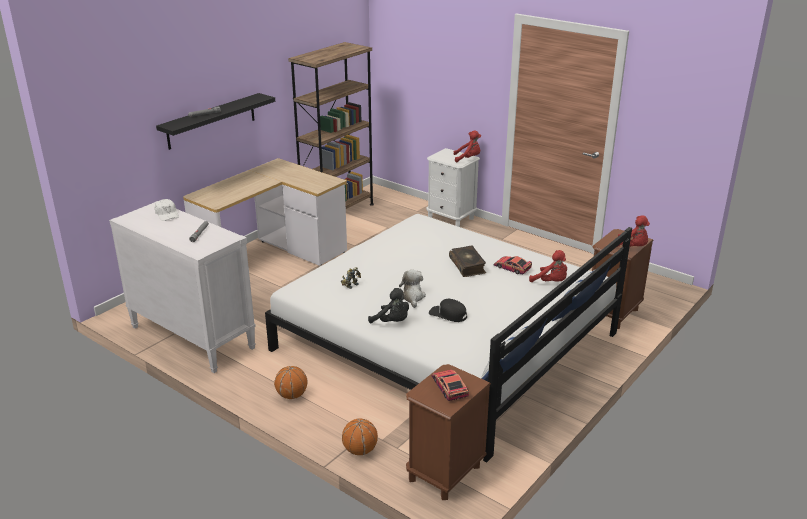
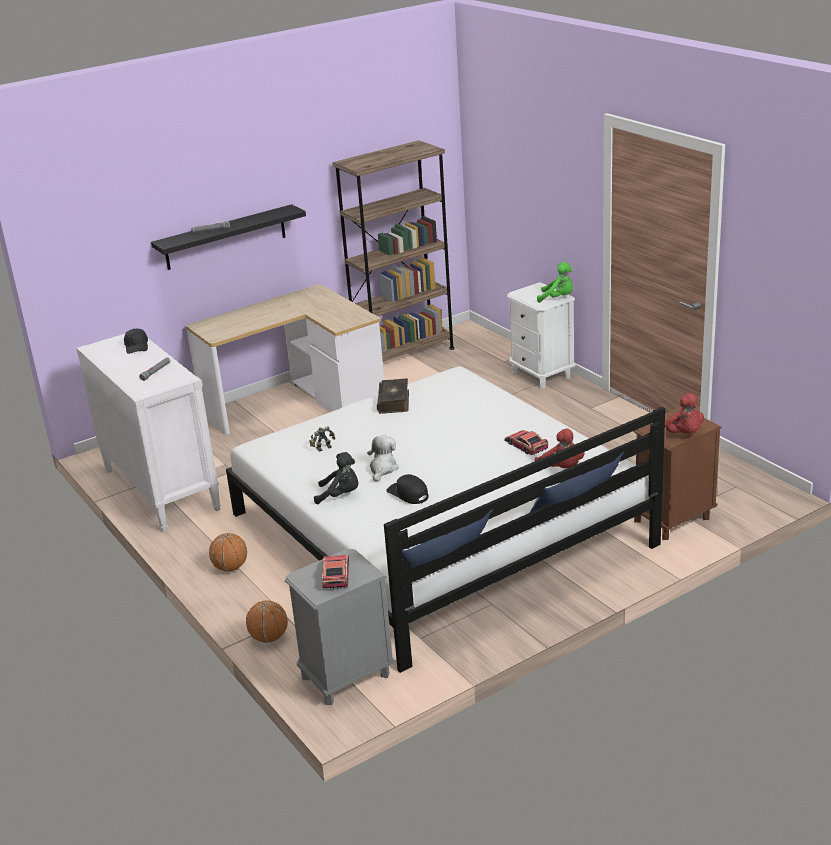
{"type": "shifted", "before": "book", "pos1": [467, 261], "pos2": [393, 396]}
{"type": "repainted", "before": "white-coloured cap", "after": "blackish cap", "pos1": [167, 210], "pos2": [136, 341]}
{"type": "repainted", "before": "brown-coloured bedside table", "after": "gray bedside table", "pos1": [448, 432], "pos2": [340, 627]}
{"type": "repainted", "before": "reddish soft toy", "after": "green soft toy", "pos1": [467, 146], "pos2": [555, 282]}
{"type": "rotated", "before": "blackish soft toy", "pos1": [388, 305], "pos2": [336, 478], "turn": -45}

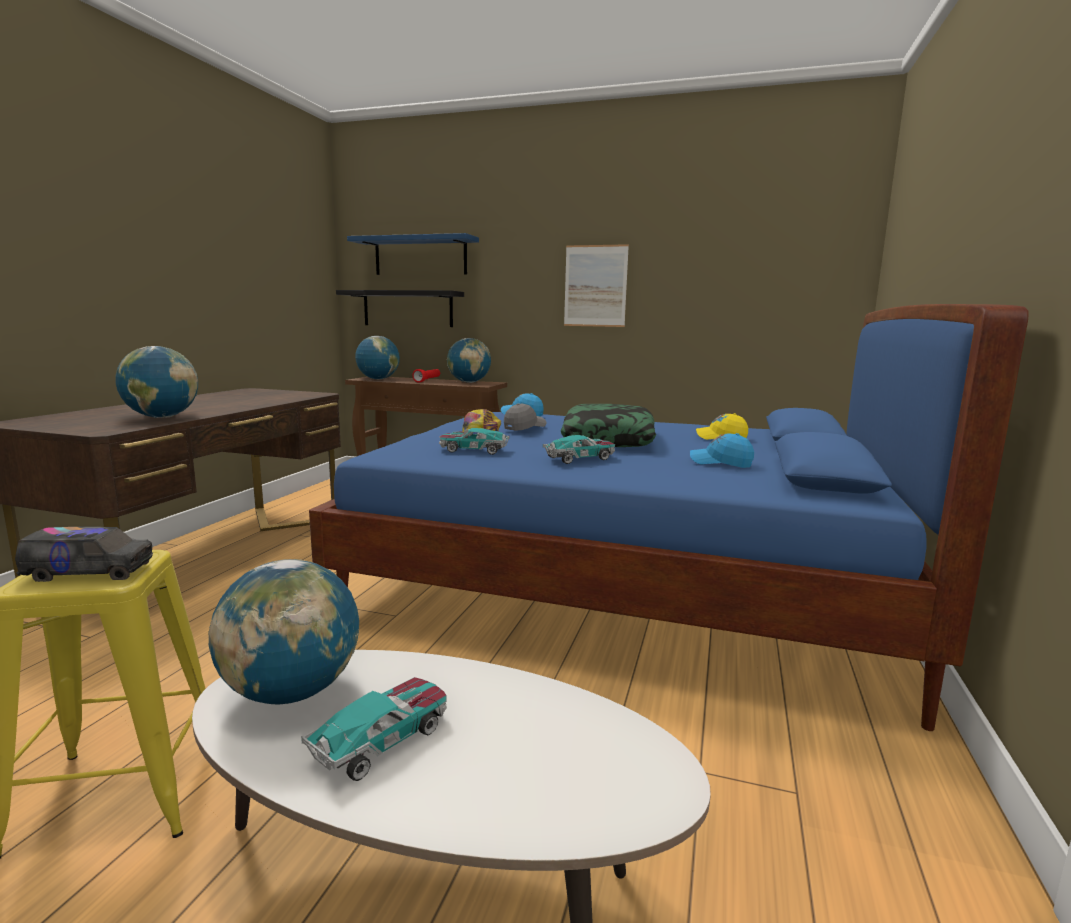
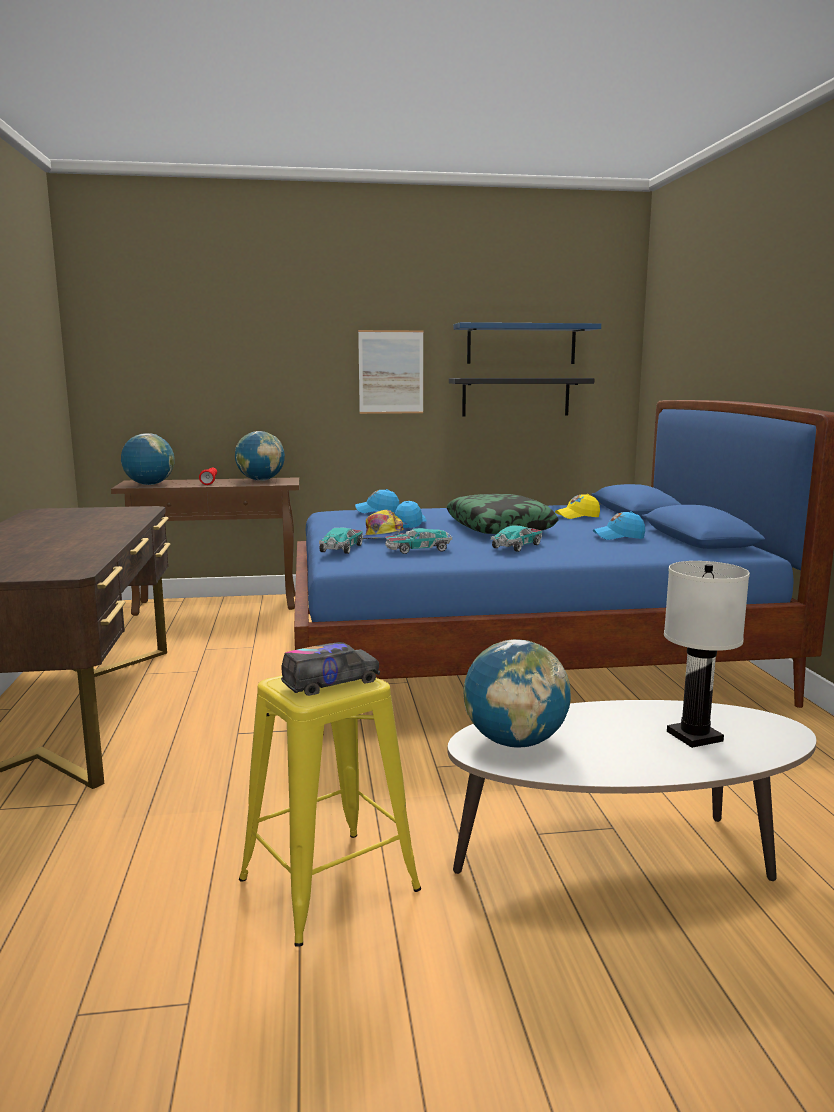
{"type": "gone", "before": "globe", "pos1": [156, 382]}
{"type": "new", "after": "white-coloured table lamp", "pos2": [707, 654]}
{"type": "shifted", "before": "model car", "pos1": [374, 729], "pos2": [341, 540]}
{"type": "shifted", "before": "blackish bracket shelf", "pos1": [400, 308], "pos2": [521, 397]}
{"type": "shifted", "before": "blue bracket shelf", "pos1": [413, 254], "pos2": [527, 343]}
{"type": "repainted", "before": "gray cap", "after": "blue cap", "pos1": [525, 417], "pos2": [411, 514]}

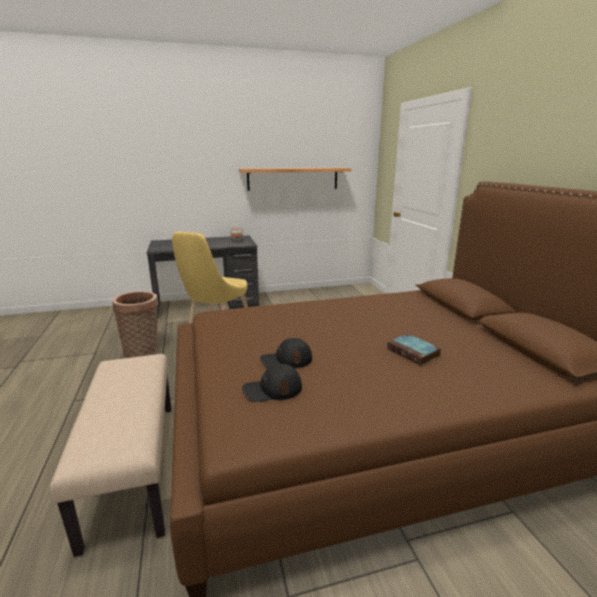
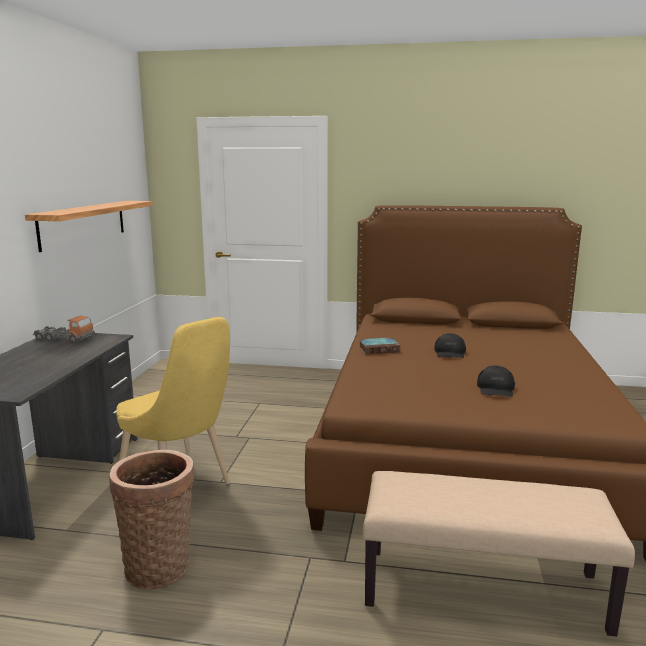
{"type": "shifted", "before": "blackish cap", "pos1": [272, 383], "pos2": [450, 345]}
{"type": "shifted", "before": "book", "pos1": [414, 350], "pos2": [379, 345]}

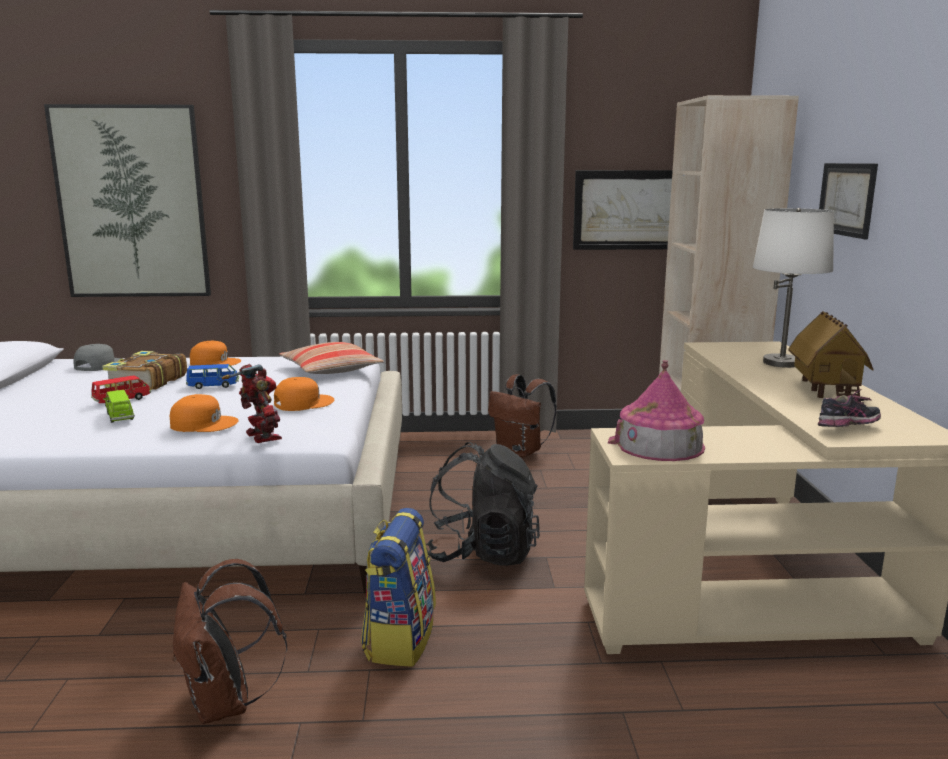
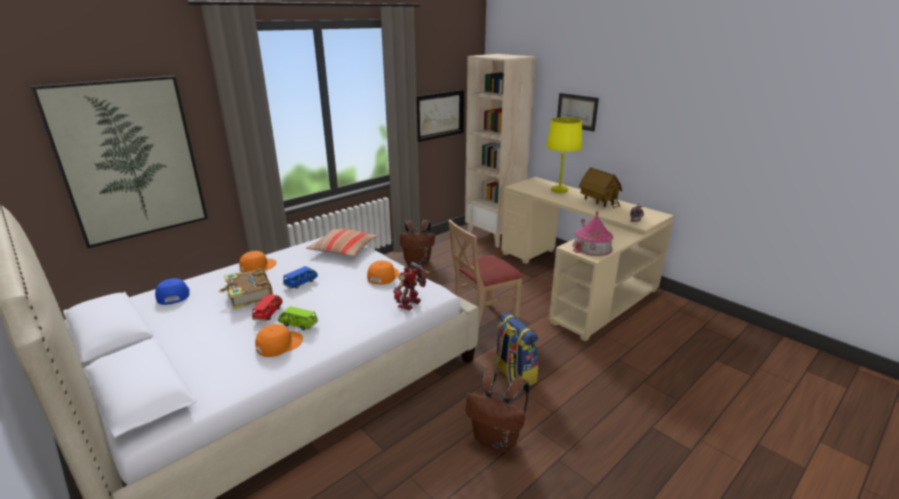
{"type": "shifted", "before": "orange cap", "pos1": [204, 413], "pos2": [279, 340]}
{"type": "swapped", "before": "blackish rucksack", "after": "sand-coloured upright chair", "pos1": [483, 504], "pos2": [486, 272]}
{"type": "repainted", "before": "gray cap", "after": "blue cap", "pos1": [97, 357], "pos2": [172, 291]}
{"type": "repainted", "before": "white-coloured table lamp", "after": "yellowish table lamp", "pos1": [793, 288], "pos2": [564, 155]}
{"type": "rotated", "before": "robot figure", "pos1": [252, 403], "pos2": [411, 286], "turn": -75}

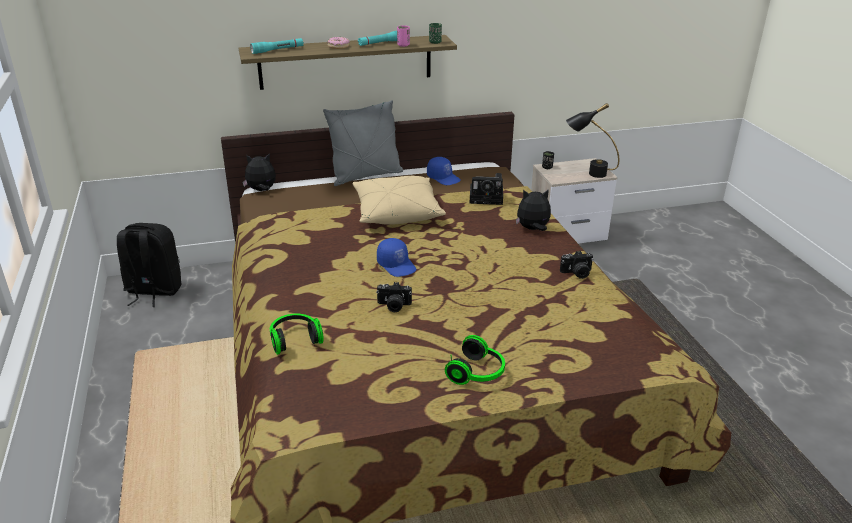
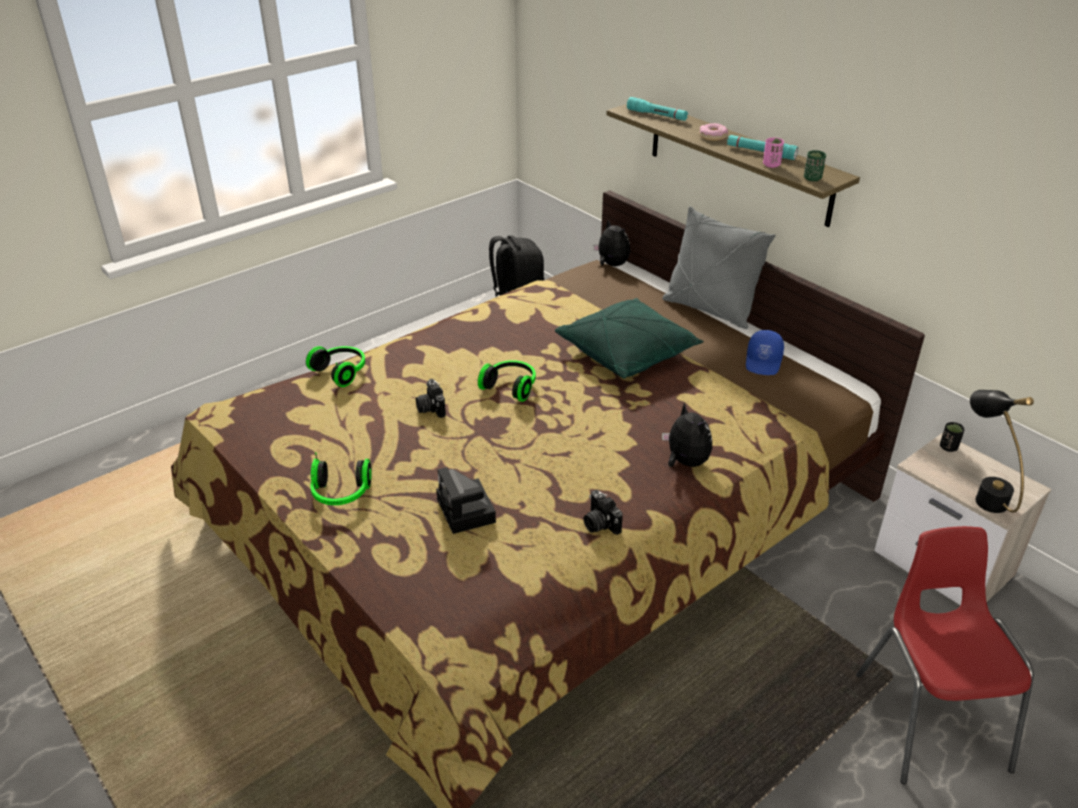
{"type": "new", "after": "reddish upright chair", "pos2": [945, 655]}
{"type": "shifted", "before": "photo camera", "pos1": [486, 189], "pos2": [466, 500]}
{"type": "swapped", "before": "blue cap", "after": "headset", "pos1": [396, 257], "pos2": [507, 381]}
{"type": "repainted", "before": "sand-coloured throw pillow", "after": "green throw pillow", "pos1": [399, 200], "pos2": [629, 338]}

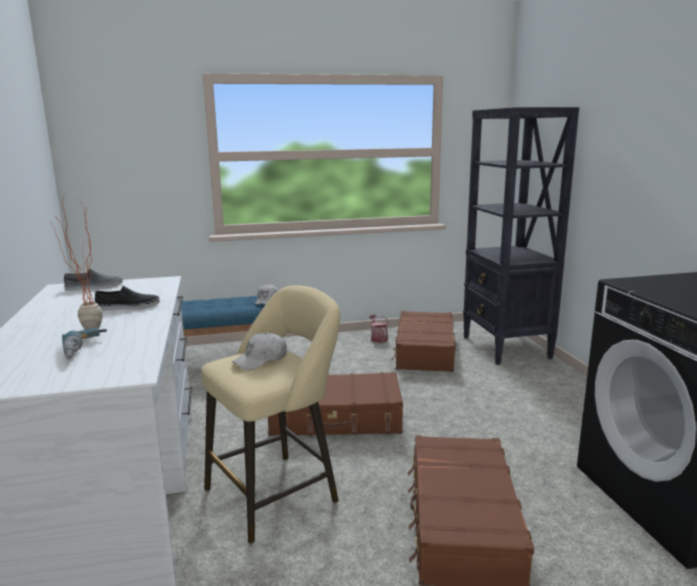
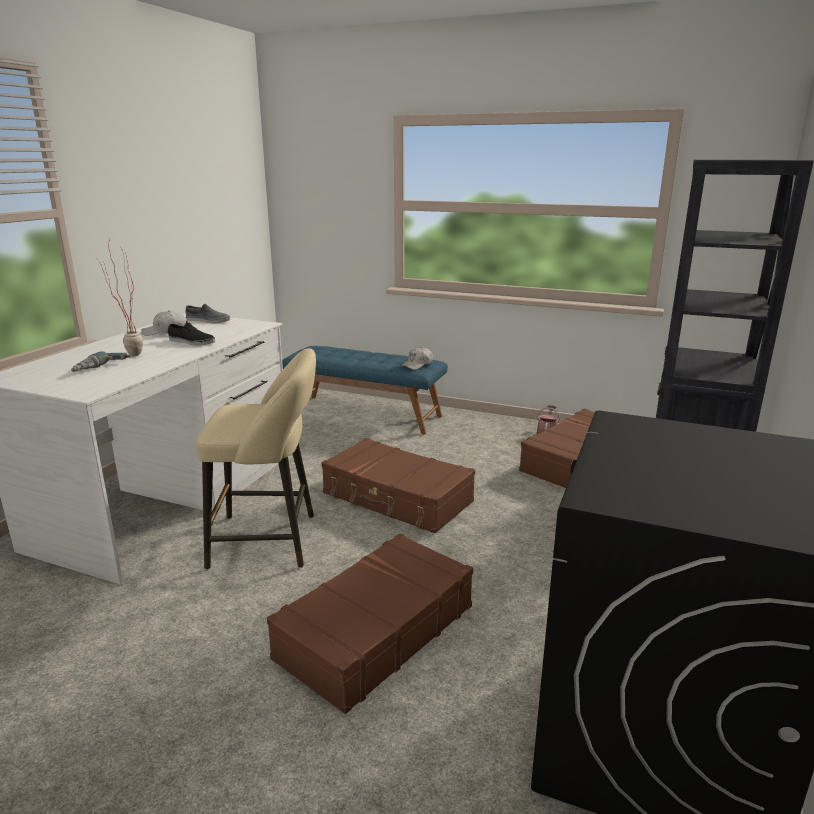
{"type": "shifted", "before": "white-coloured cap", "pos1": [259, 351], "pos2": [164, 323]}

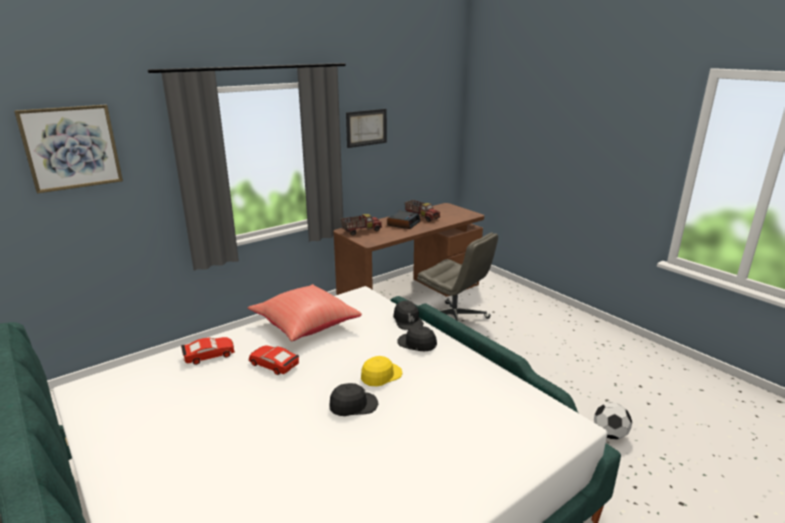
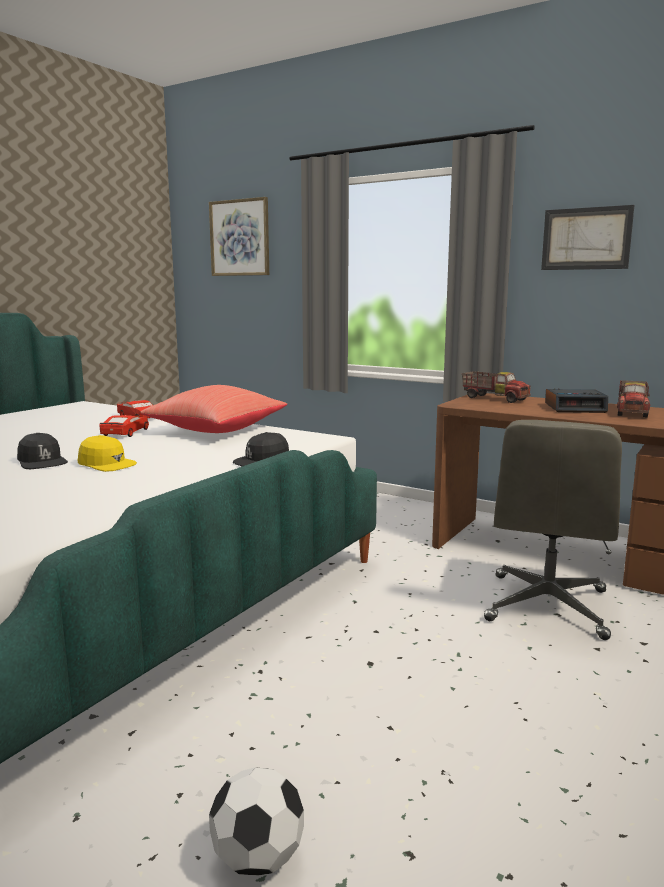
{"type": "gone", "before": "blackish cap", "pos1": [417, 338]}

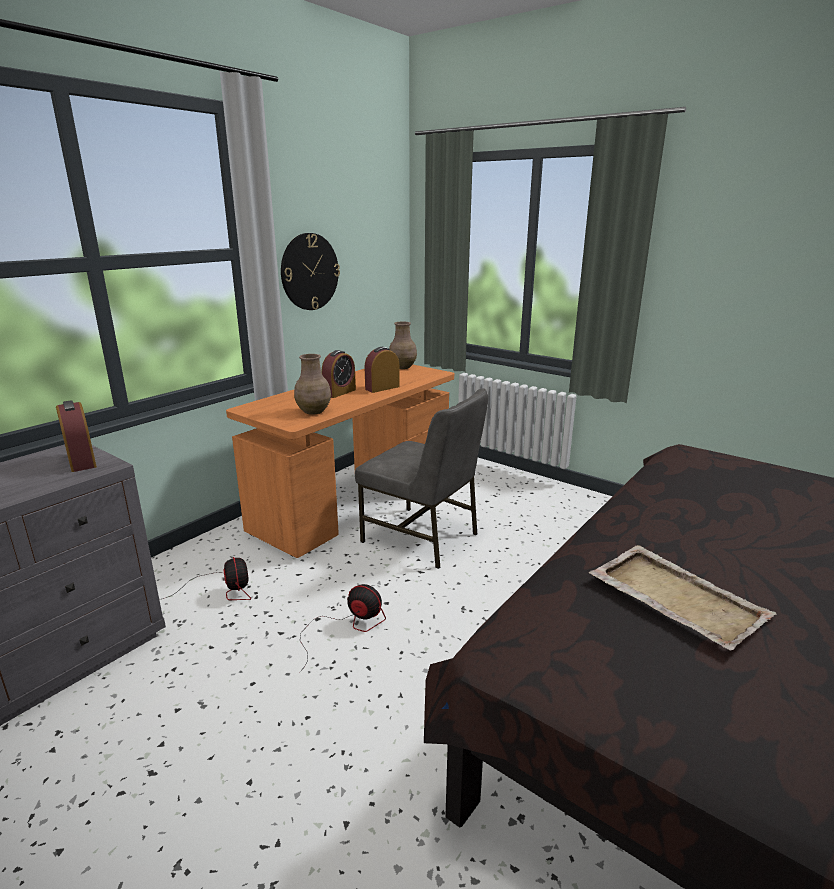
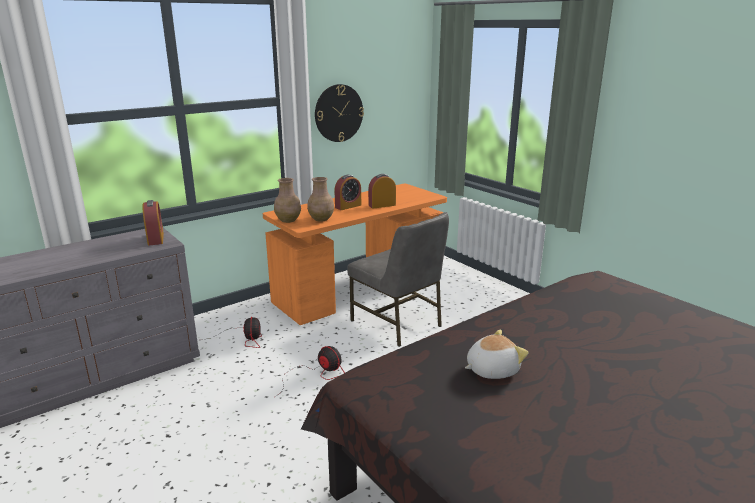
{"type": "shifted", "before": "brown-coloured decorative vase", "pos1": [403, 345], "pos2": [287, 200]}
{"type": "swapped", "before": "sand-coloured tray", "after": "soft toy", "pos1": [683, 598], "pos2": [497, 354]}

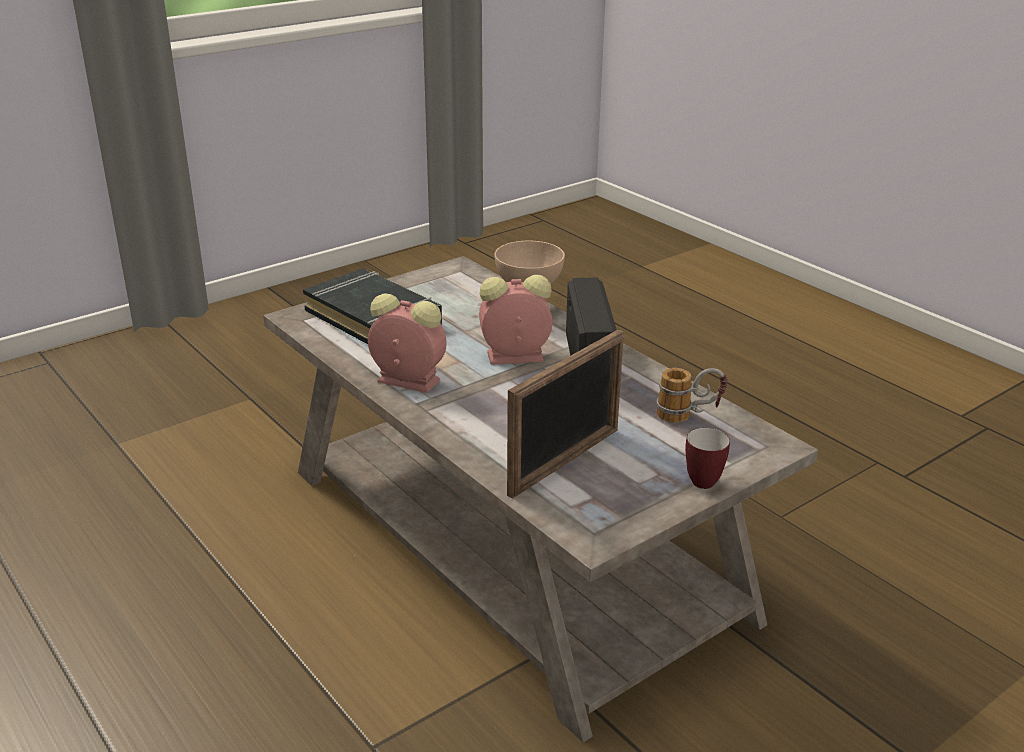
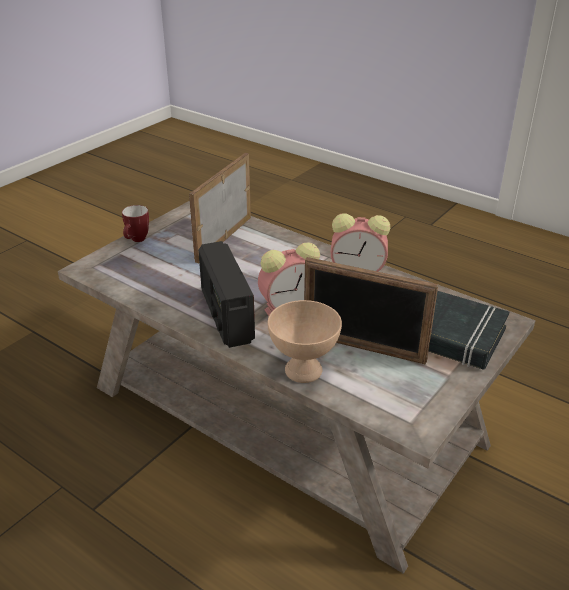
{"type": "gone", "before": "tea mug", "pos1": [692, 395]}
{"type": "new", "after": "picture frame", "pos2": [371, 311]}

